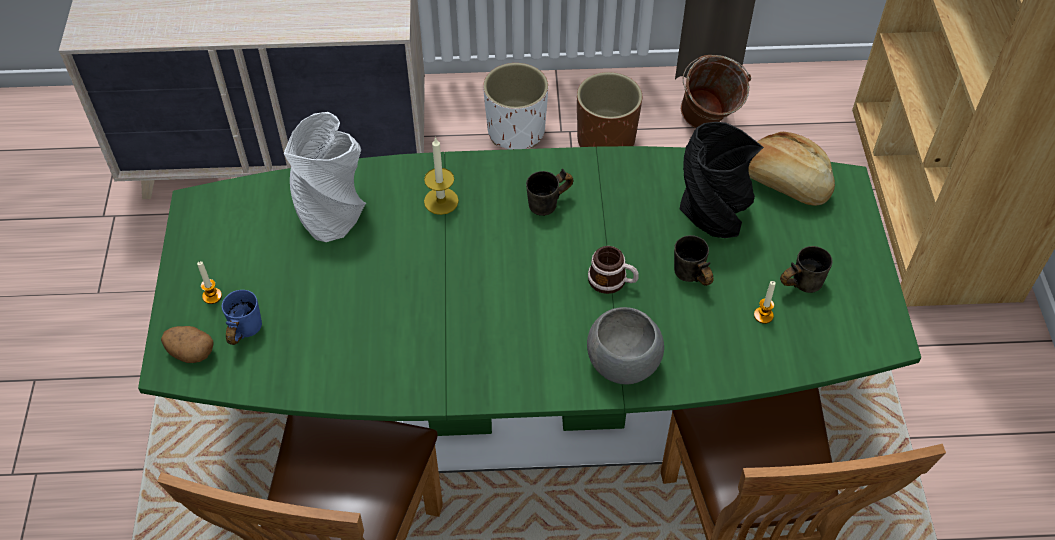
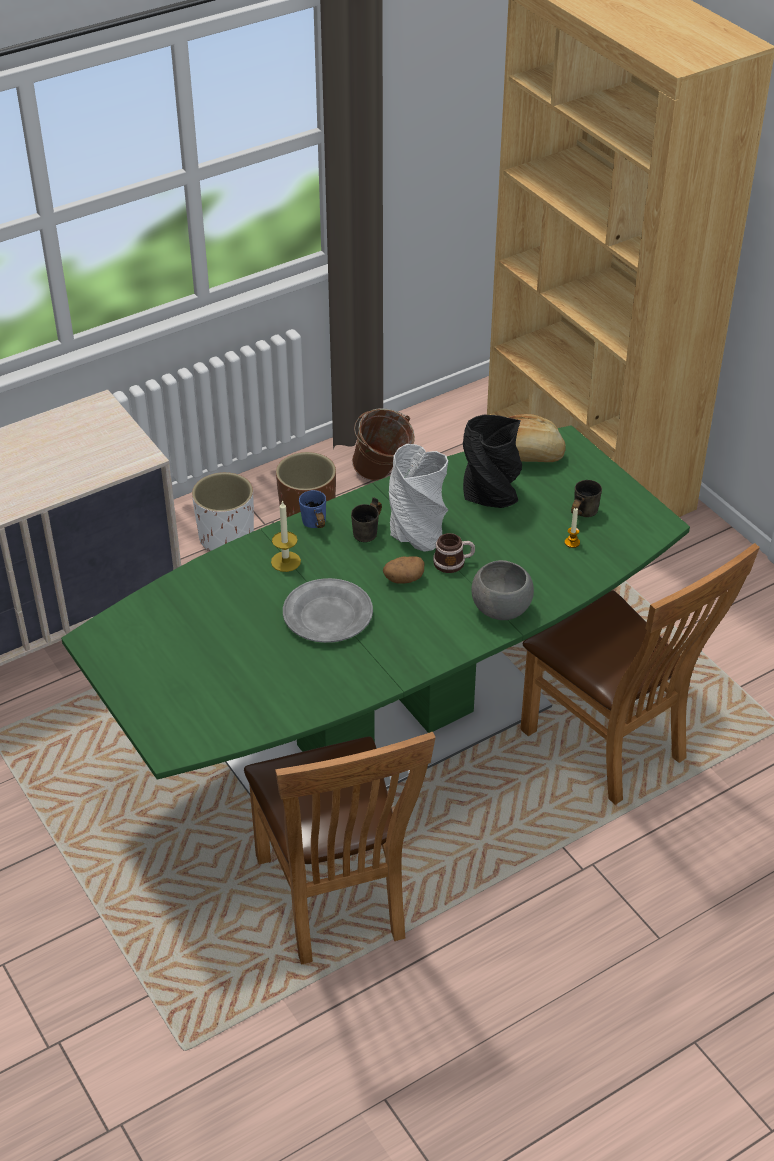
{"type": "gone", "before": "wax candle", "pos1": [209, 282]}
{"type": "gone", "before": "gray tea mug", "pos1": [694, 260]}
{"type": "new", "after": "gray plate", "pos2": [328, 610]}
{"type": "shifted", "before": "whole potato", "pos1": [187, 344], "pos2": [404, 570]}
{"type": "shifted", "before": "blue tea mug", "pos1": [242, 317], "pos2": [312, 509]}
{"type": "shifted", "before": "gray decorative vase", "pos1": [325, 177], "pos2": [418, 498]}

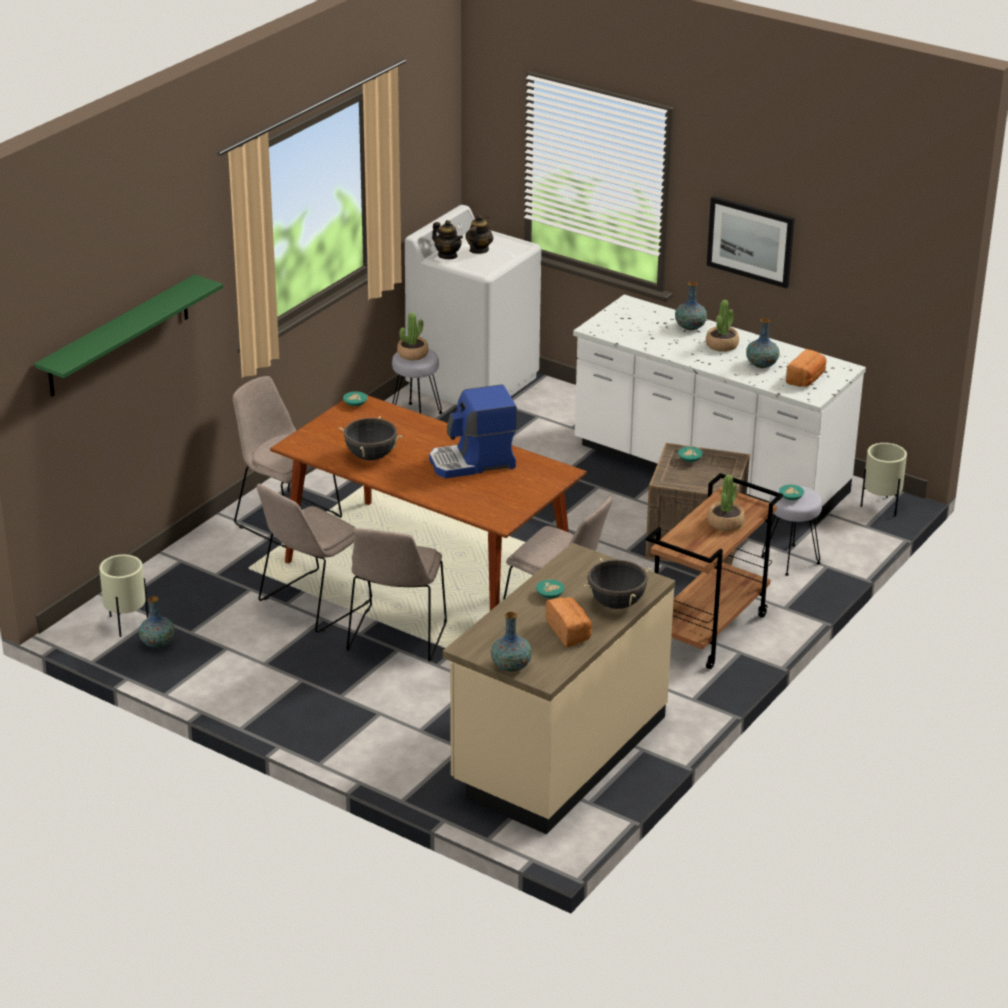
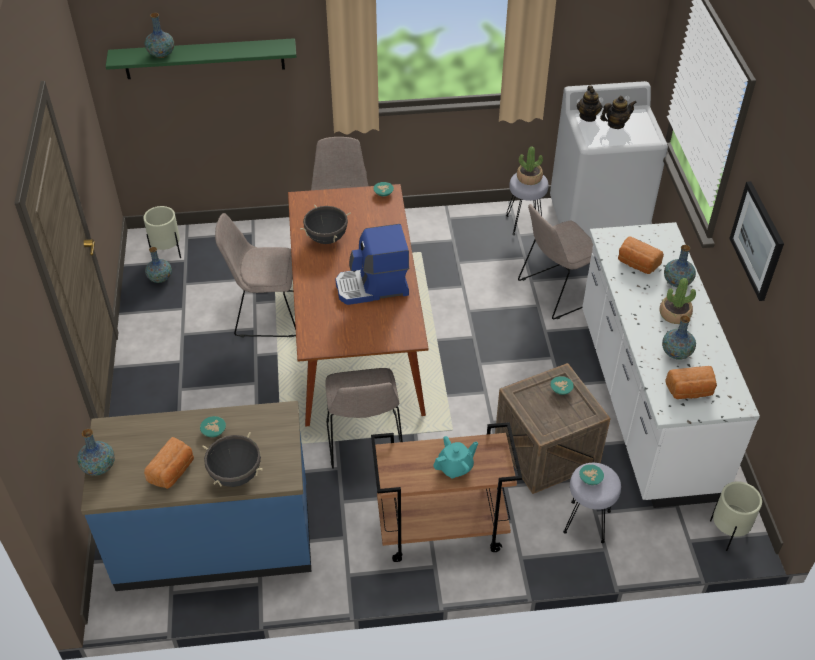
{"type": "new", "after": "decorative vase", "pos2": [159, 35]}
{"type": "new", "after": "bread", "pos2": [641, 255]}
{"type": "shifted", "before": "sand-coloured upright chair", "pos1": [397, 595], "pos2": [555, 262]}
{"type": "swapped", "before": "plant in a pot", "after": "blue-green teapot", "pos1": [726, 503], "pos2": [455, 457]}
{"type": "repainted", "before": "sand-coloured kitchen base unit", "after": "blue kitchen base unit", "pos1": [559, 688], "pos2": [196, 496]}
{"type": "rotated", "before": "coffee maker", "pos1": [473, 431], "pos2": [373, 264], "turn": -45}

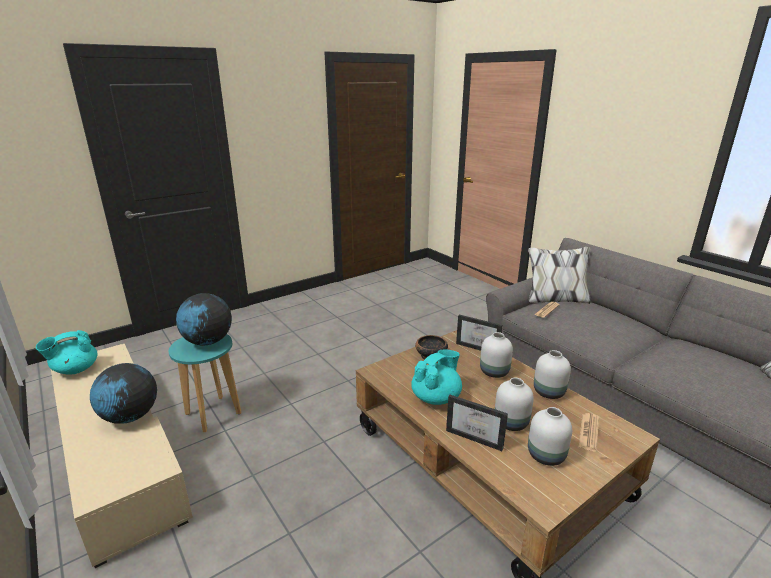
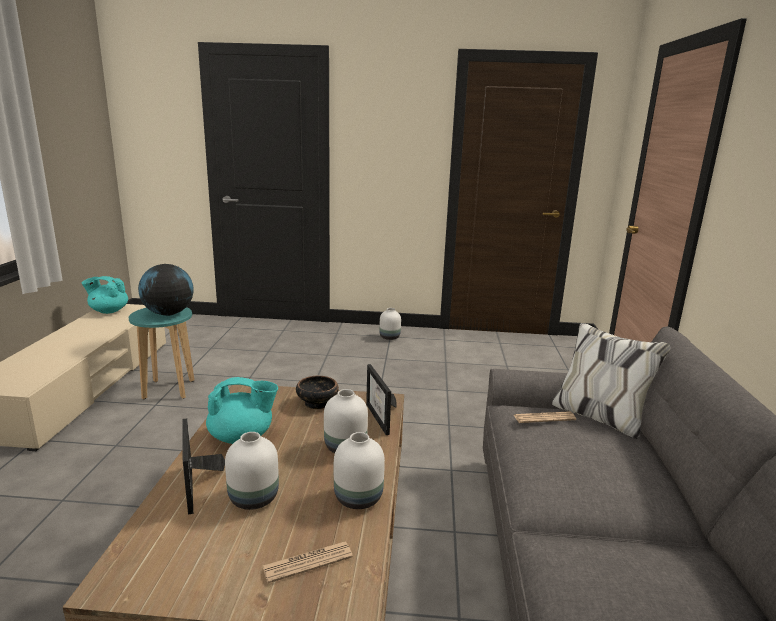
{"type": "gone", "before": "globe", "pos1": [123, 393]}
{"type": "shifted", "before": "white-coloured decorative vase", "pos1": [550, 436], "pos2": [390, 324]}

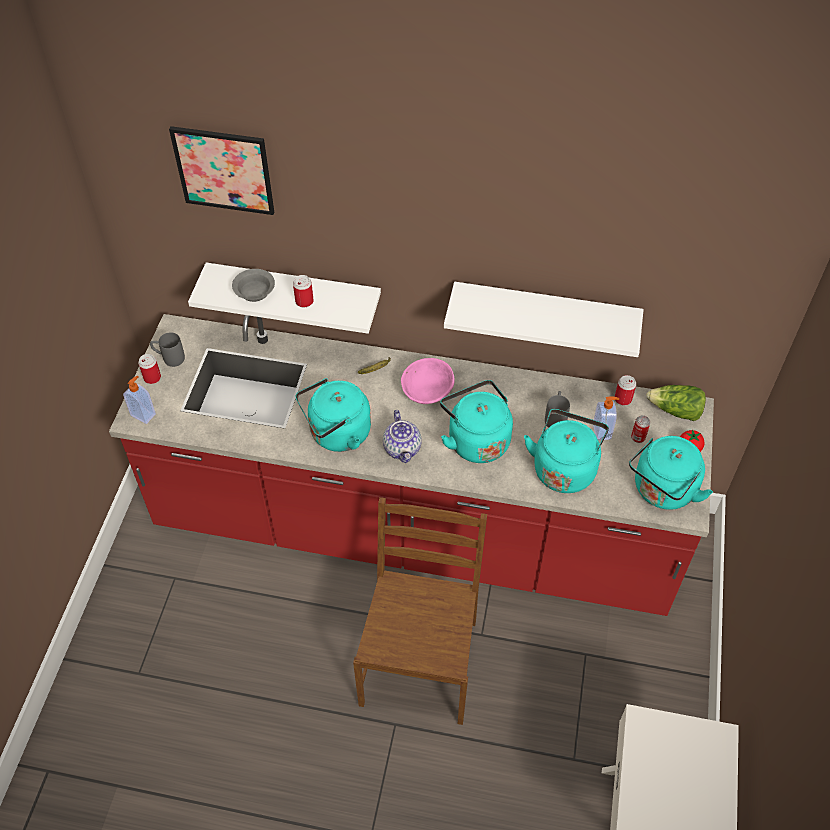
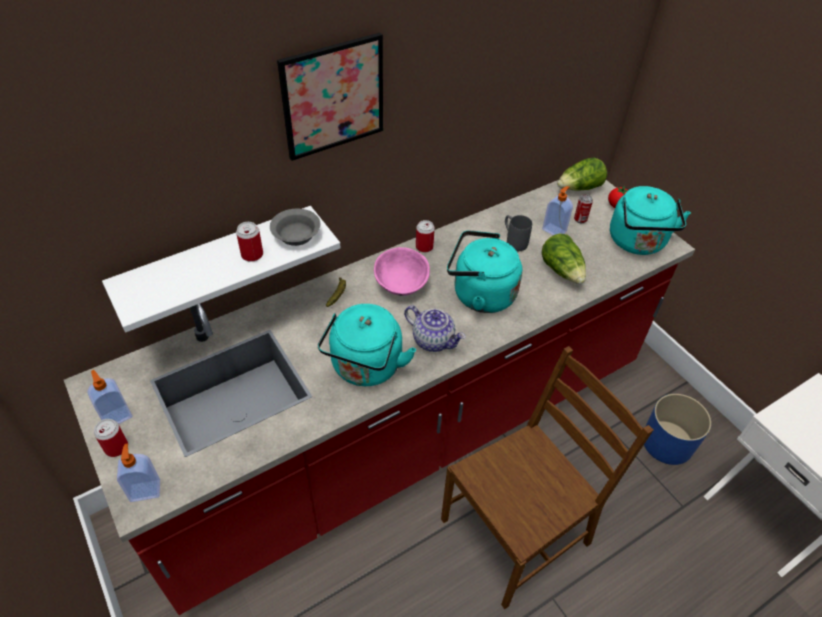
{"type": "gone", "before": "white-coloured bracket shelf", "pos1": [543, 319]}
{"type": "new", "after": "blue planter", "pos2": [677, 429]}
{"type": "shifted", "before": "picture", "pos1": [221, 170], "pos2": [330, 97]}
{"type": "shifted", "before": "gray serving bowl", "pos1": [253, 285], "pos2": [295, 227]}
{"type": "shifted", "before": "sealed can", "pos1": [625, 390], "pos2": [425, 236]}
{"type": "swapped", "before": "gray tea mug", "after": "soap bottle", "pos1": [167, 349], "pos2": [109, 397]}
{"type": "swapped", "before": "blue-green kettle", "after": "lettuce", "pos1": [566, 451], "pos2": [564, 258]}
{"type": "rotated", "before": "brown-coloured upright chair", "pos1": [420, 611], "pos2": [547, 478], "turn": 90}

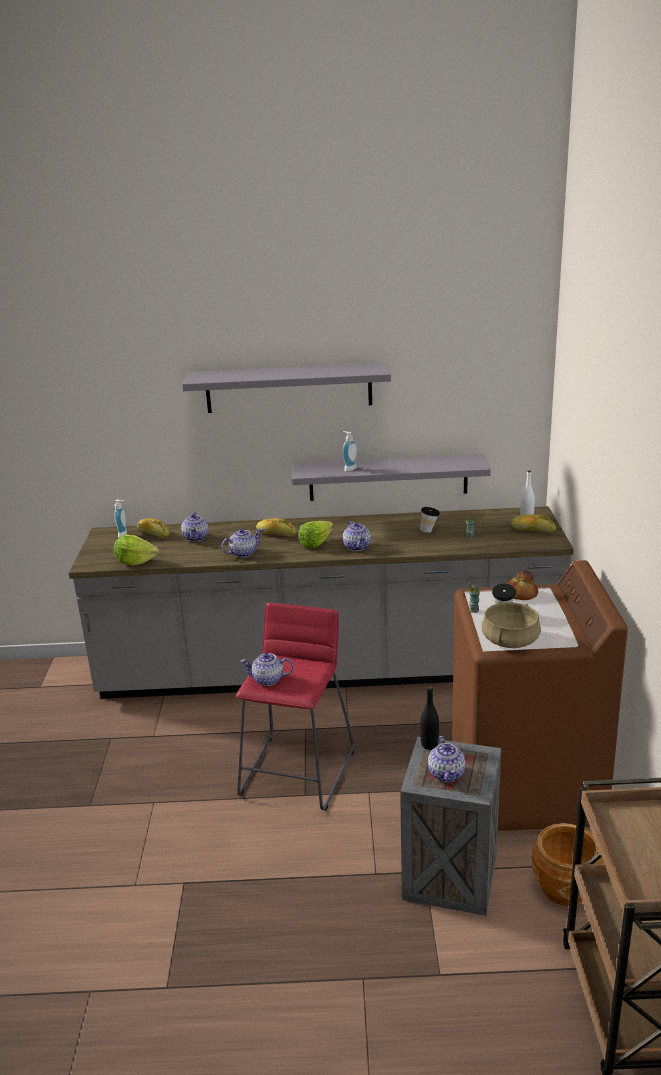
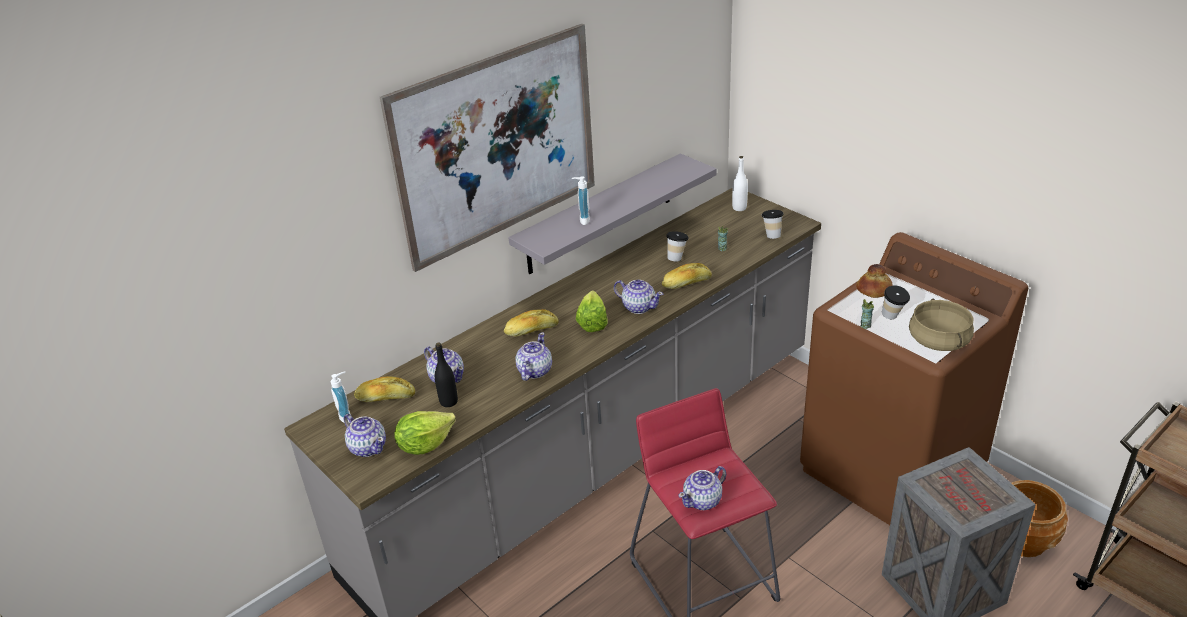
{"type": "new", "after": "cup", "pos2": [773, 224]}
{"type": "shifted", "before": "blackish bottle", "pos1": [429, 718], "pos2": [446, 374]}
{"type": "shifted", "before": "teapot", "pos1": [446, 759], "pos2": [364, 435]}
{"type": "shifted", "before": "bread", "pos1": [533, 523], "pos2": [687, 276]}
{"type": "swapped", "before": "gray bracket shelf", "after": "picture", "pos1": [286, 388], "pos2": [487, 148]}

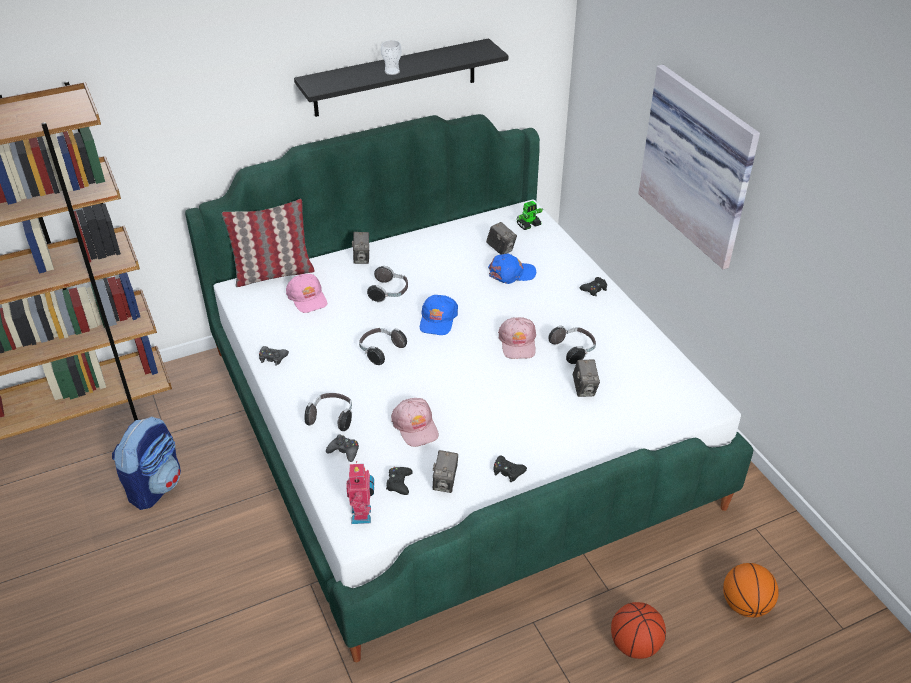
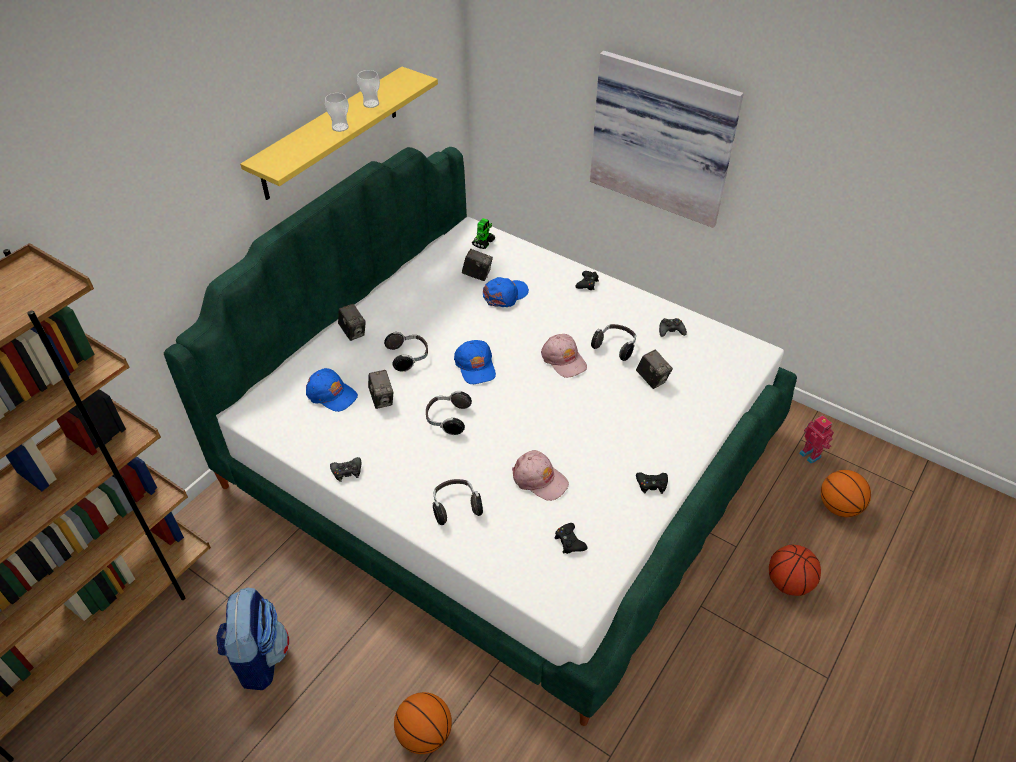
{"type": "gone", "before": "throw pillow", "pos1": [268, 243]}
{"type": "new", "after": "cup", "pos2": [368, 89]}
{"type": "new", "after": "basketball", "pos2": [423, 723]}
{"type": "shifted", "before": "blackish gamepad", "pos1": [342, 448], "pos2": [673, 327]}
{"type": "shifted", "before": "robot figure", "pos1": [360, 492], "pos2": [816, 439]}
{"type": "shifted", "before": "photo camera", "pos1": [445, 471], "pos2": [380, 389]}
{"type": "repainted", "before": "pink cap", "after": "blue cap", "pos1": [306, 293], "pos2": [332, 390]}
{"type": "repainted", "before": "blackish bracket shelf", "after": "yellowish bracket shelf", "pos1": [401, 77], "pos2": [339, 133]}

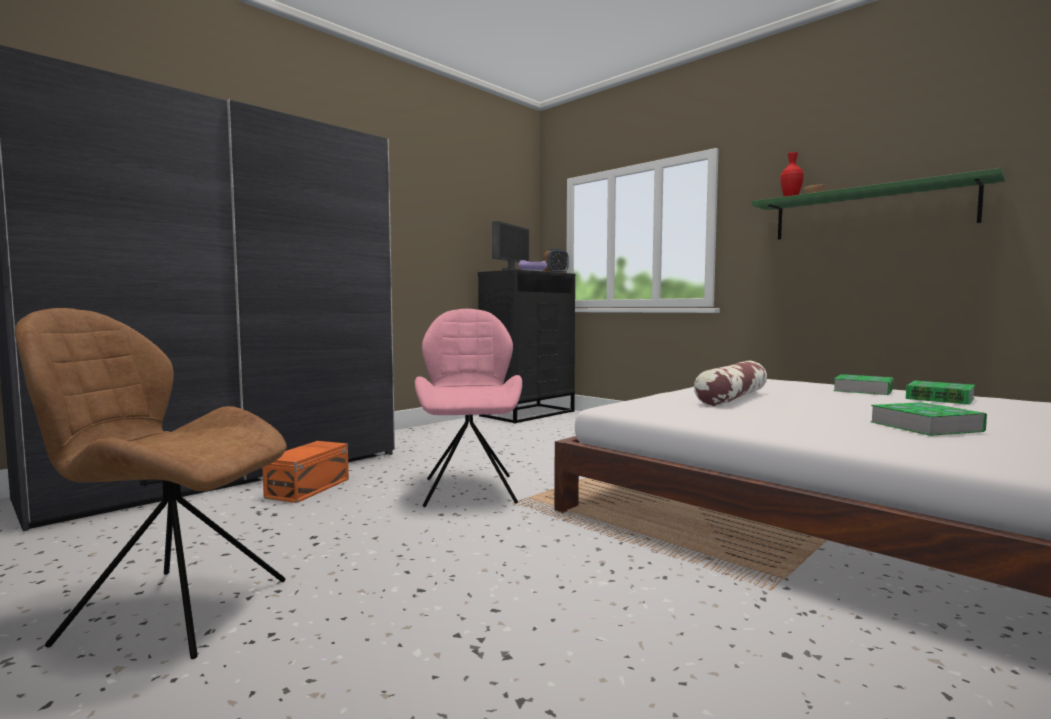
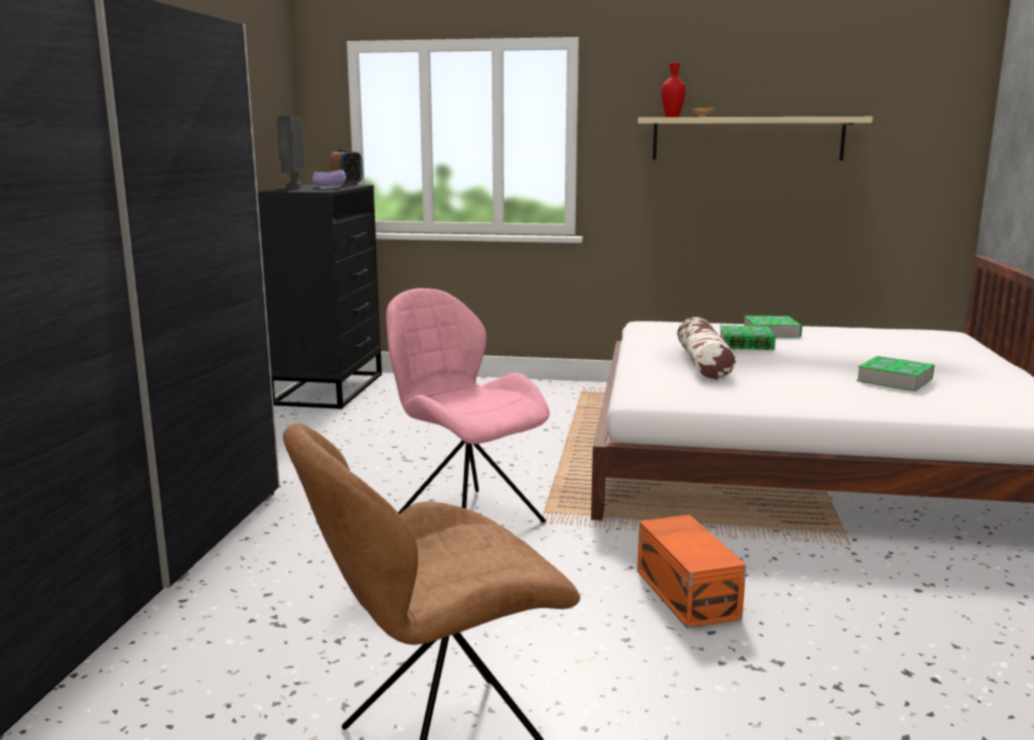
{"type": "shifted", "before": "orange storage container", "pos1": [305, 472], "pos2": [691, 572]}
{"type": "shifted", "before": "book", "pos1": [940, 393], "pos2": [748, 337]}
{"type": "repainted", "before": "green bracket shelf", "after": "sand-coloured bracket shelf", "pos1": [879, 204], "pos2": [755, 138]}

